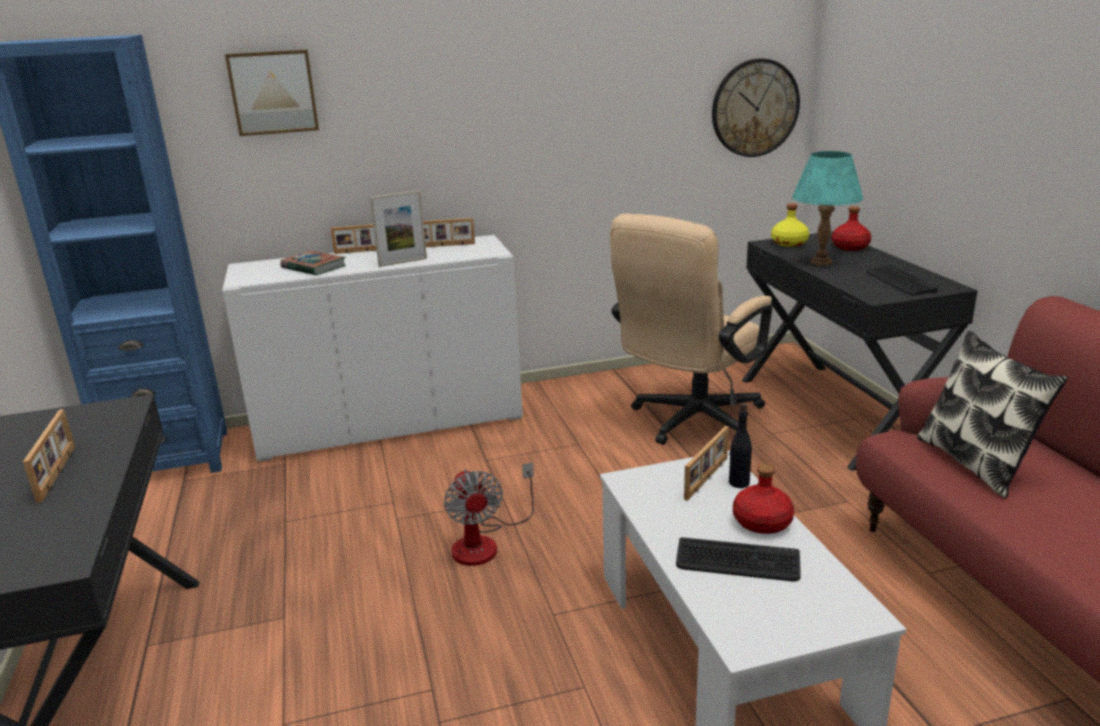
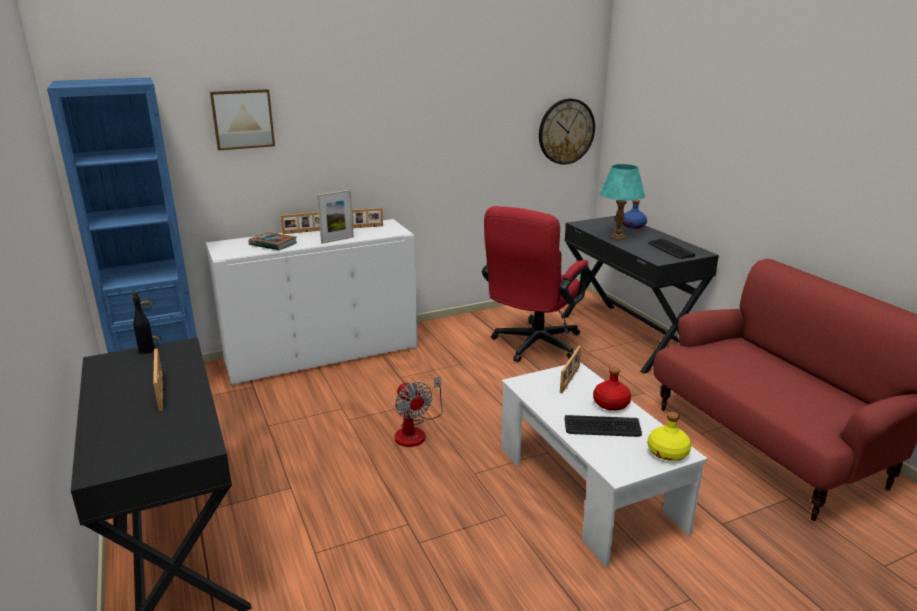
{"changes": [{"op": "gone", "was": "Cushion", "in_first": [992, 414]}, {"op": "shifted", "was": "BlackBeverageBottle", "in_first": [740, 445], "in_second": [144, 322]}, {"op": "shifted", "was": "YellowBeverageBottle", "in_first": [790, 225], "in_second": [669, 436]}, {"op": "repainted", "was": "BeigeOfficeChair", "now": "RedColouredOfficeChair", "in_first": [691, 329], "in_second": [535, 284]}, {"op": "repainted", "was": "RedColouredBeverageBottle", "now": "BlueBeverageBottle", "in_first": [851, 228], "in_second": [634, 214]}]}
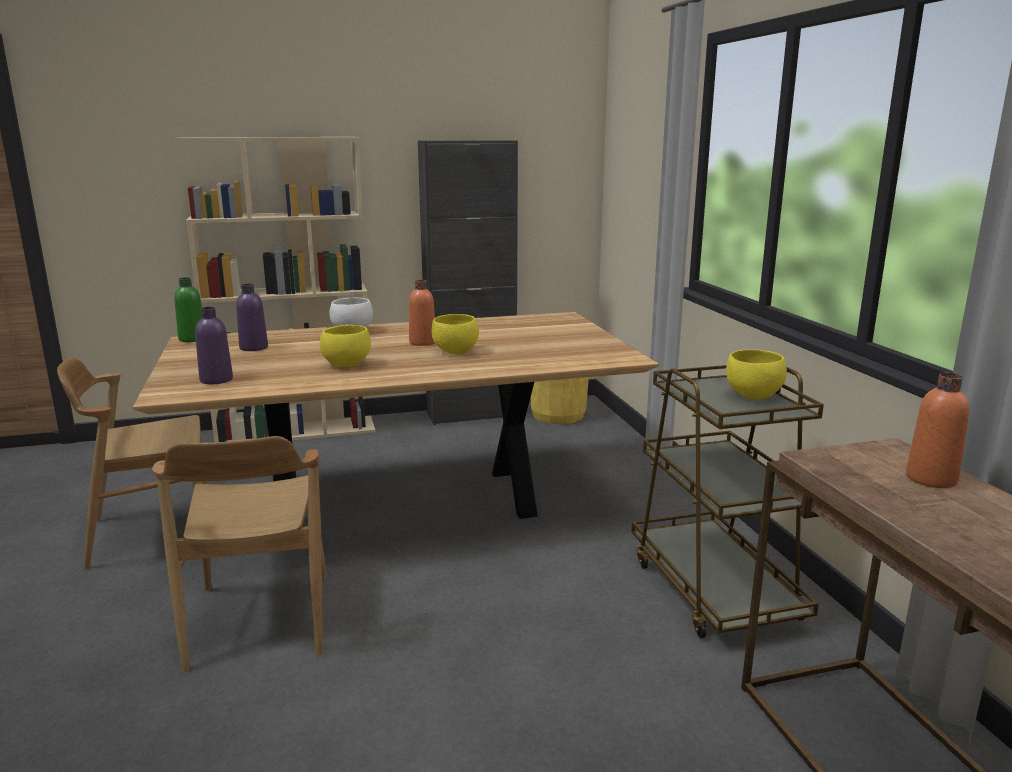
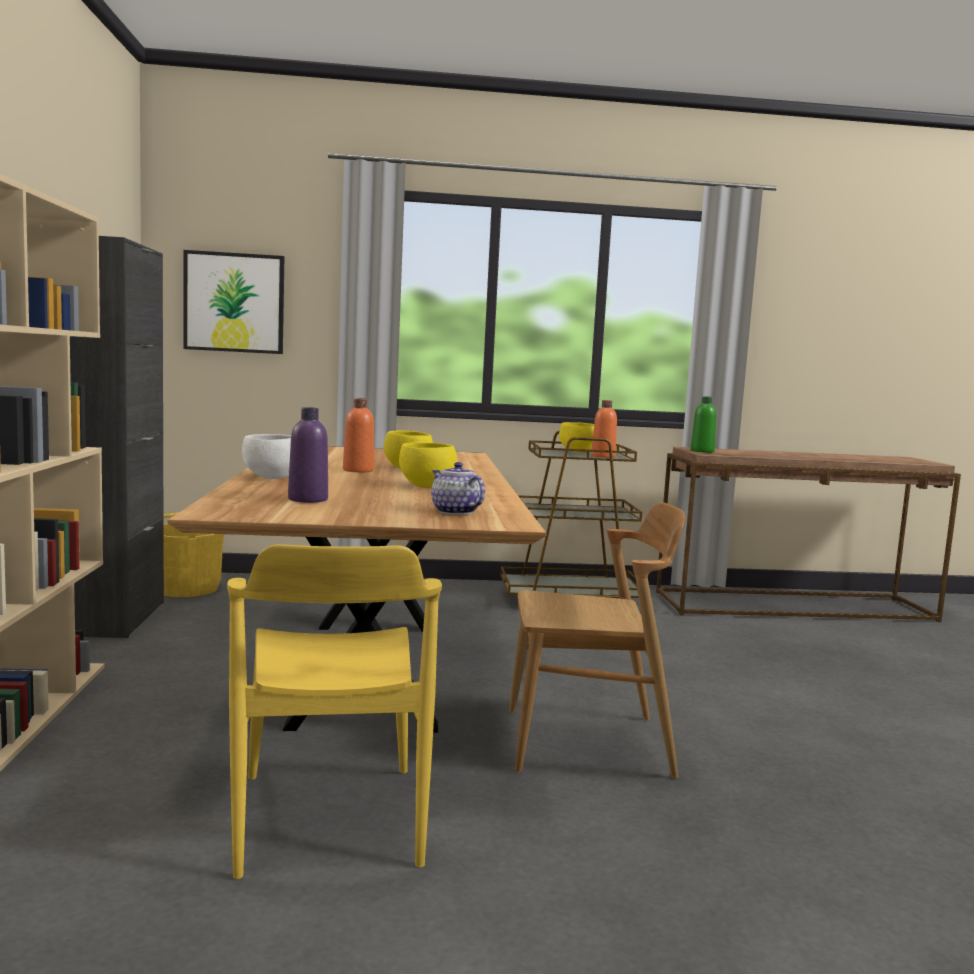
{"changes": [{"op": "new", "now": "Picture", "in_second": [234, 302]}, {"op": "shifted", "was": "GreenBeverageBottle", "in_first": [188, 309], "in_second": [703, 424]}, {"op": "shifted", "was": "OrangeyBeverageBottle", "in_first": [938, 430], "in_second": [604, 429]}, {"op": "swapped", "was": "PurpleColouredBeverageBottle", "now": "PotForTea", "in_first": [214, 345], "in_second": [458, 488]}, {"op": "repainted", "was": "BrownColouredPlainChair", "now": "YellowPlainChair", "in_first": [133, 463], "in_second": [334, 711]}]}
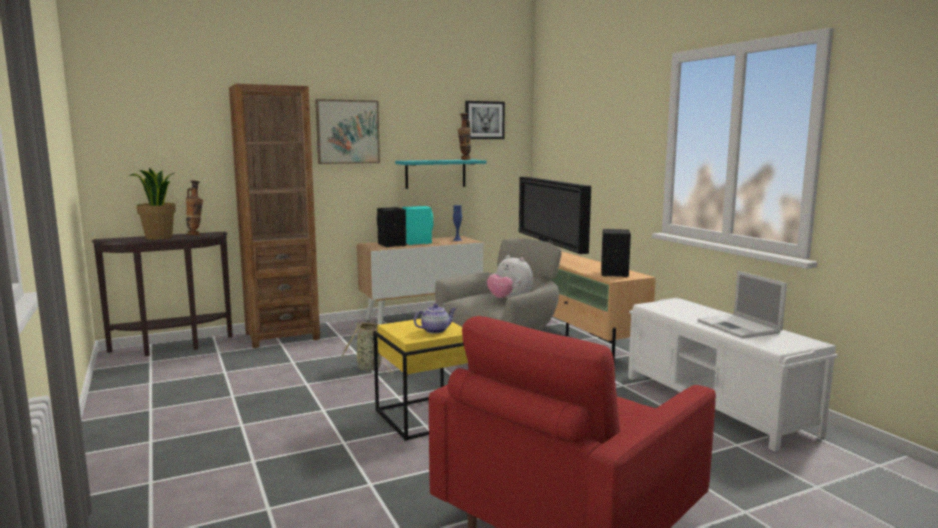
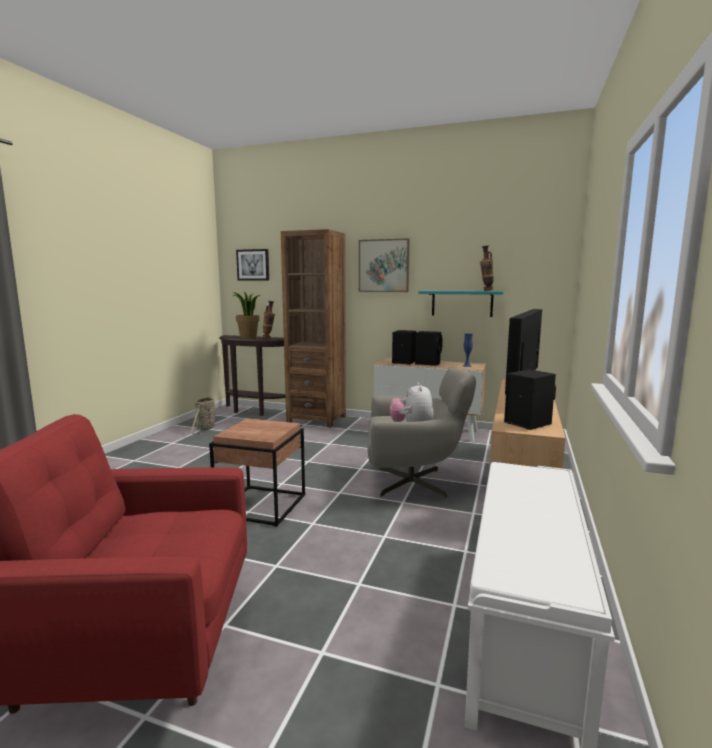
{"changes": [{"op": "gone", "was": "PotForTea", "in_first": [435, 319]}, {"op": "gone", "was": "NotebookComputer", "in_first": [742, 305]}, {"op": "shifted", "was": "StorageBasket", "in_first": [368, 348], "in_second": [203, 415]}, {"op": "shifted", "was": "Picture", "in_first": [485, 120], "in_second": [252, 265]}, {"op": "repainted", "was": "YellowAccentTable", "now": "BrownColouredAccentTable", "in_first": [420, 380], "in_second": [257, 473]}, {"op": "repainted", "was": "BlueGreenAudioSpeaker", "now": "BlackAudioSpeaker", "in_first": [417, 225], "in_second": [429, 348]}]}
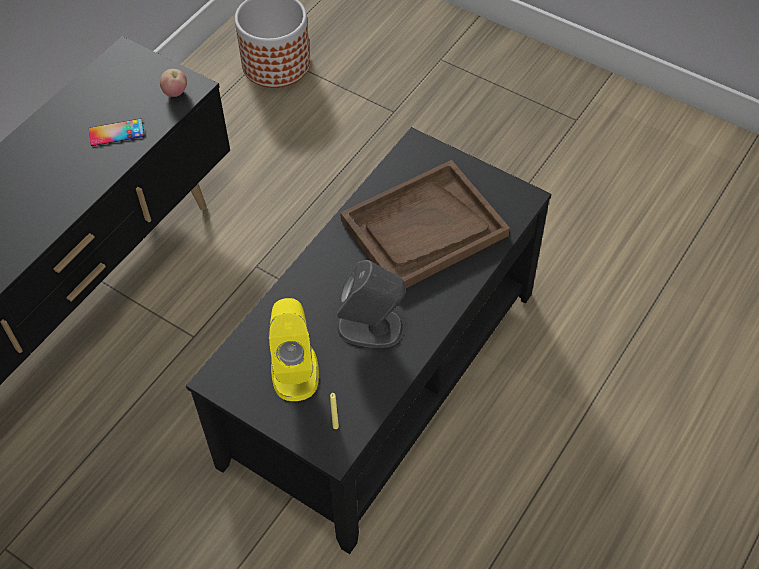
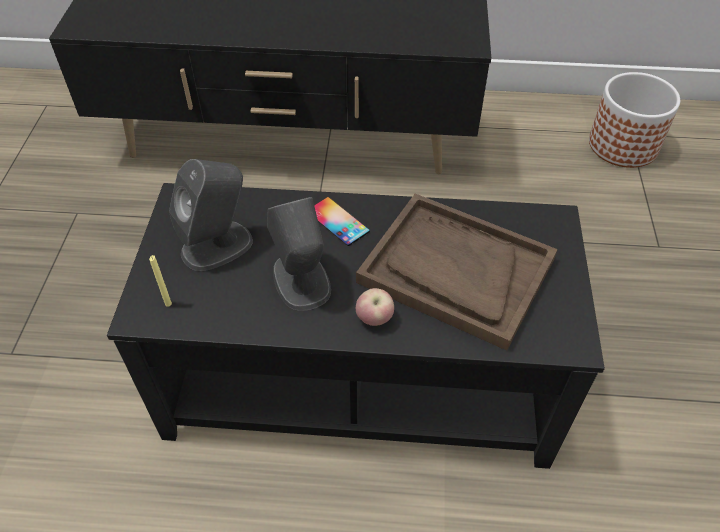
{"changes": [{"op": "shifted", "was": "Handset", "in_first": [116, 132], "in_second": [342, 221]}, {"op": "shifted", "was": "WholeApple", "in_first": [173, 83], "in_second": [375, 307]}, {"op": "repainted", "was": "YellowAudioSpeaker", "now": "GreyishAudioSpeaker", "in_first": [293, 349], "in_second": [211, 215]}]}
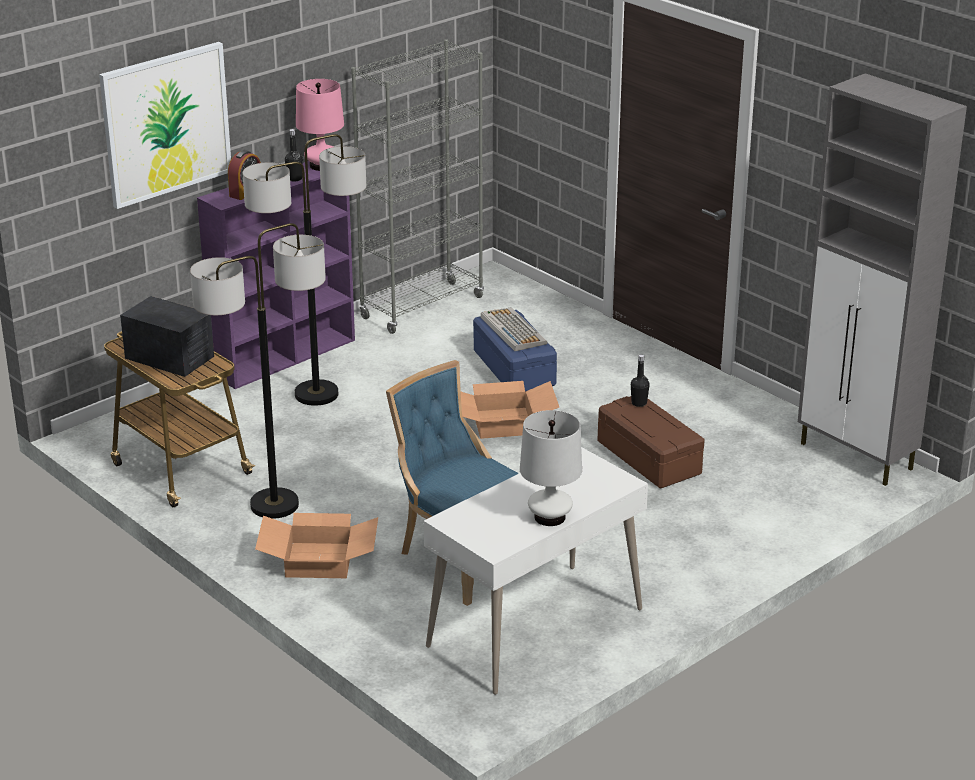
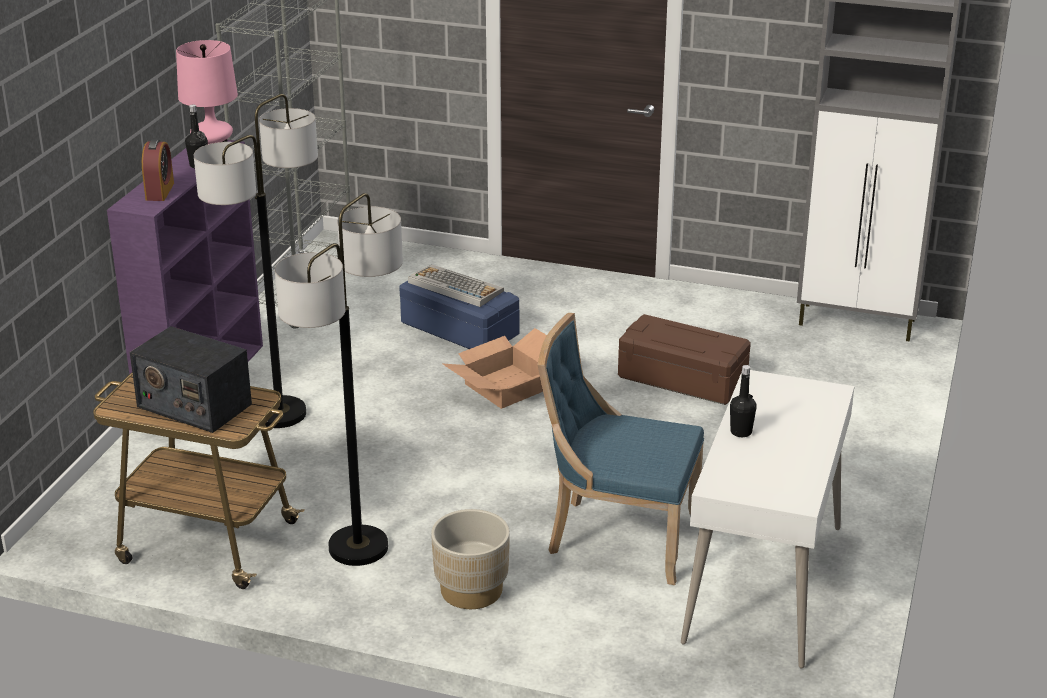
{"changes": [{"op": "gone", "was": "Picture", "in_first": [165, 125]}, {"op": "gone", "was": "WhiteTableLamp", "in_first": [551, 468]}, {"op": "shifted", "was": "BlackBeverageBottle", "in_first": [640, 380], "in_second": [743, 401]}, {"op": "swapped", "was": "Carton", "now": "BeigePlantPot", "in_first": [316, 545], "in_second": [470, 559]}, {"op": "rotated", "was": "RadioSet", "in_first": [167, 336], "in_second": [191, 379], "clockwise": -150}]}
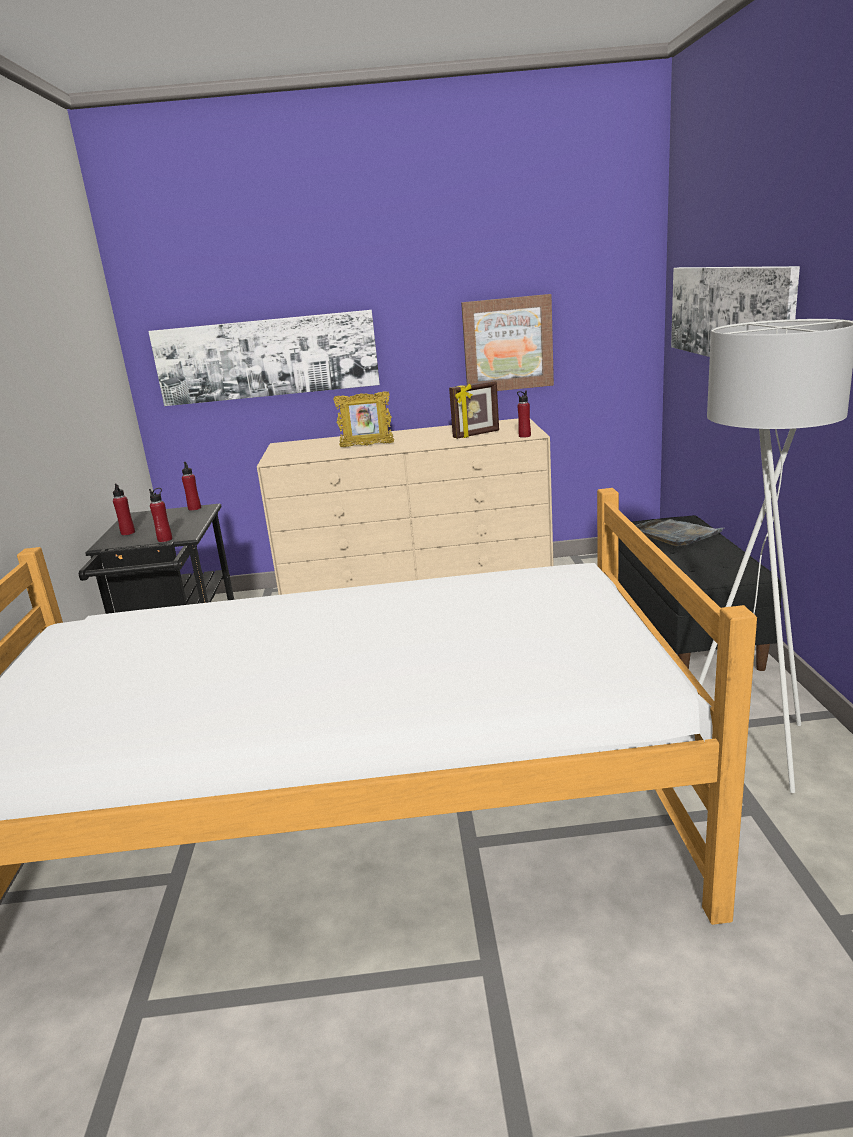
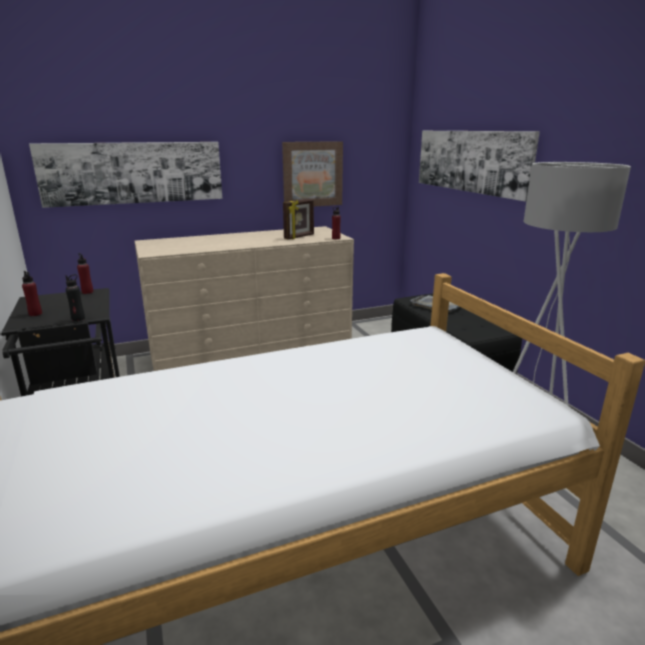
{"changes": [{"op": "gone", "was": "PhotoFrame", "in_first": [363, 419]}, {"op": "repainted", "was": "RedColouredBeverageBottle", "now": "BlackBeverageBottle", "in_first": [160, 515], "in_second": [75, 297]}]}
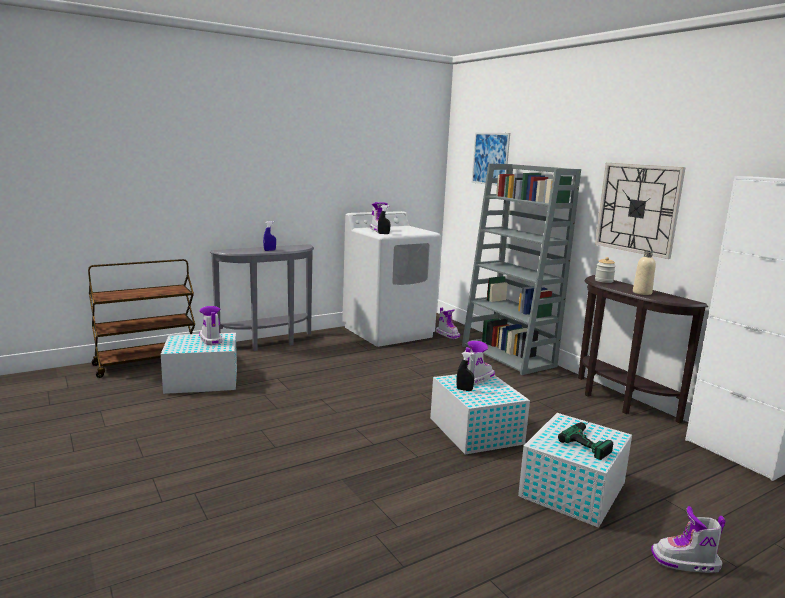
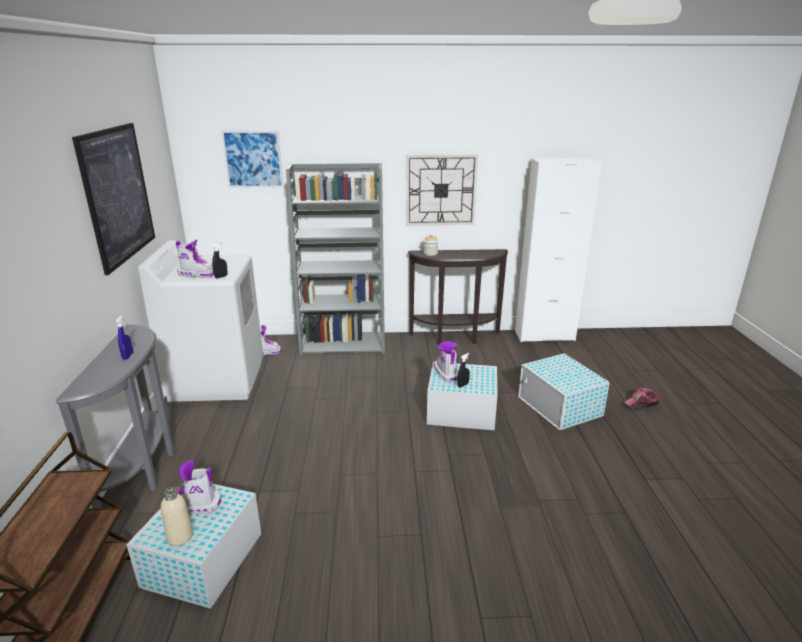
{"changes": [{"op": "gone", "was": "PowerDrill", "in_first": [585, 441]}, {"op": "new", "now": "Picture", "in_second": [113, 199]}, {"op": "shifted", "was": "BeigeBeverageBottle", "in_first": [644, 273], "in_second": [177, 516]}, {"op": "swapped", "was": "TallBoot", "now": "PeakedCap", "in_first": [688, 539], "in_second": [641, 399]}]}
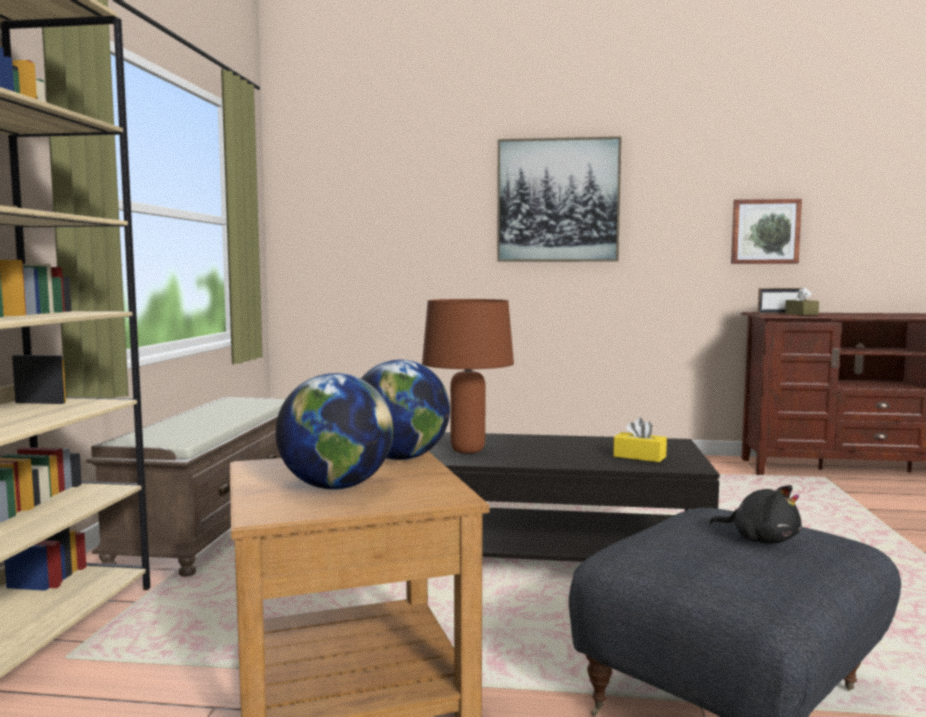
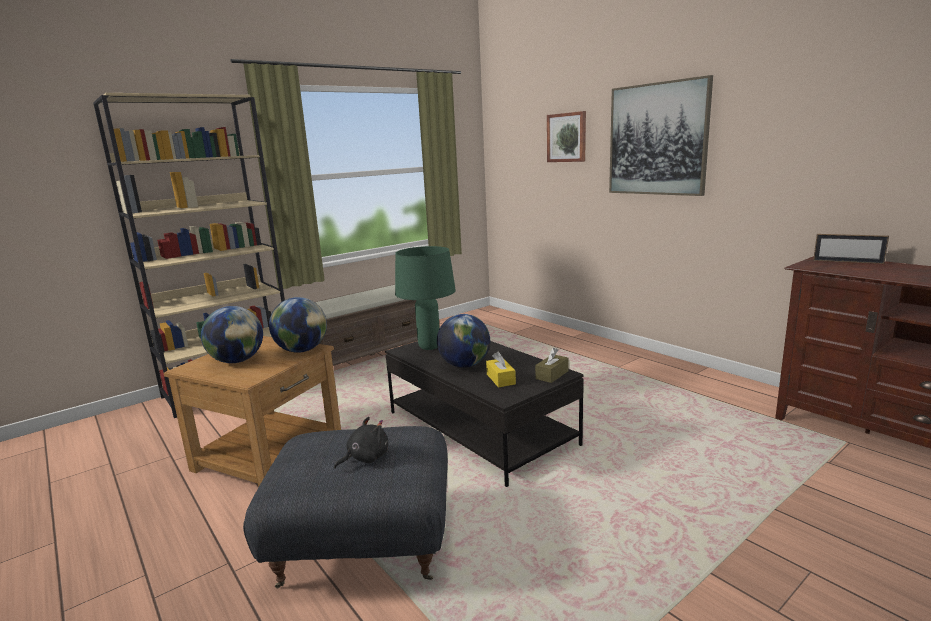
{"changes": [{"op": "new", "now": "WorldGlobe", "in_second": [463, 341]}, {"op": "shifted", "was": "Picture", "in_first": [766, 231], "in_second": [566, 136]}, {"op": "shifted", "was": "BrownColouredTissueBox", "in_first": [802, 301], "in_second": [551, 365]}, {"op": "repainted", "was": "BrownColouredTableLamp", "now": "GreenTableLamp", "in_first": [468, 376], "in_second": [425, 298]}, {"op": "rotated", "was": "BlackPlushToy", "in_first": [755, 514], "in_second": [361, 443], "clockwise": -120}]}
